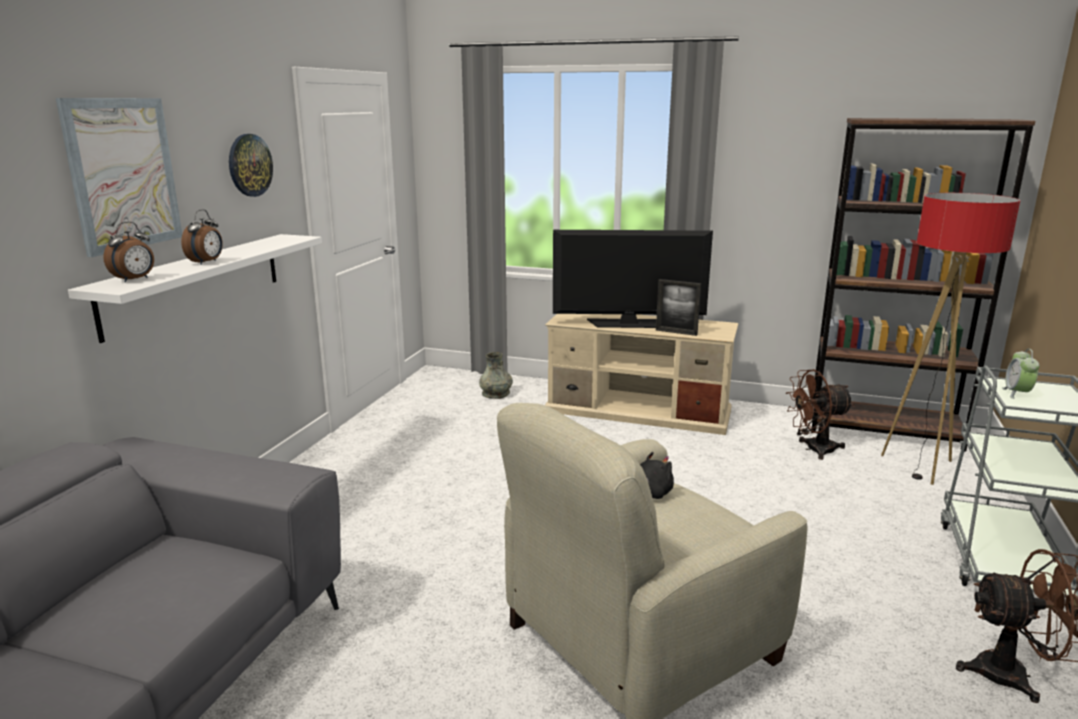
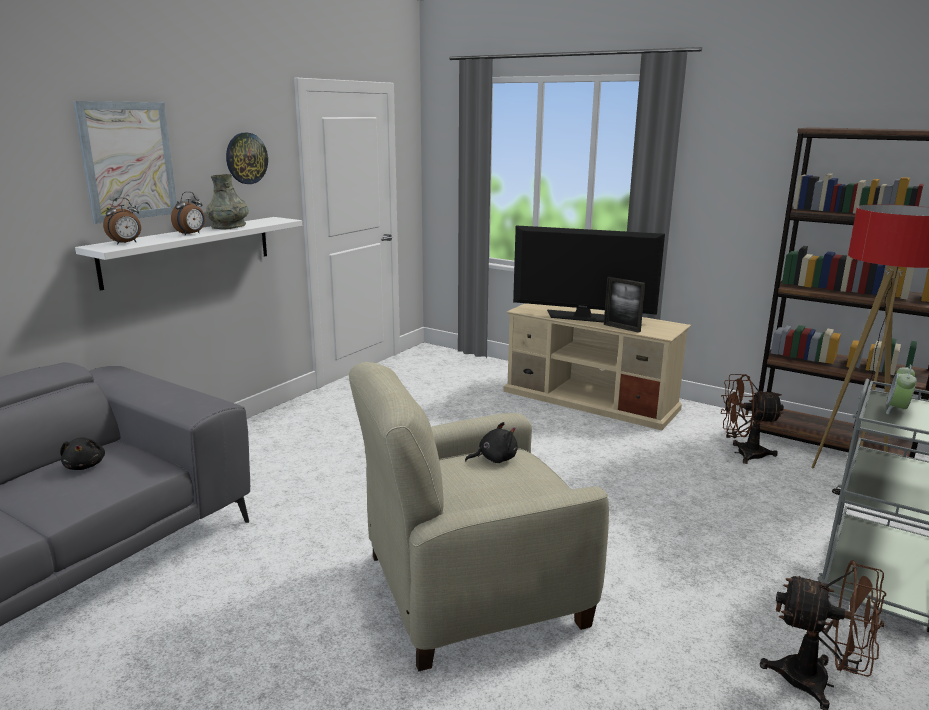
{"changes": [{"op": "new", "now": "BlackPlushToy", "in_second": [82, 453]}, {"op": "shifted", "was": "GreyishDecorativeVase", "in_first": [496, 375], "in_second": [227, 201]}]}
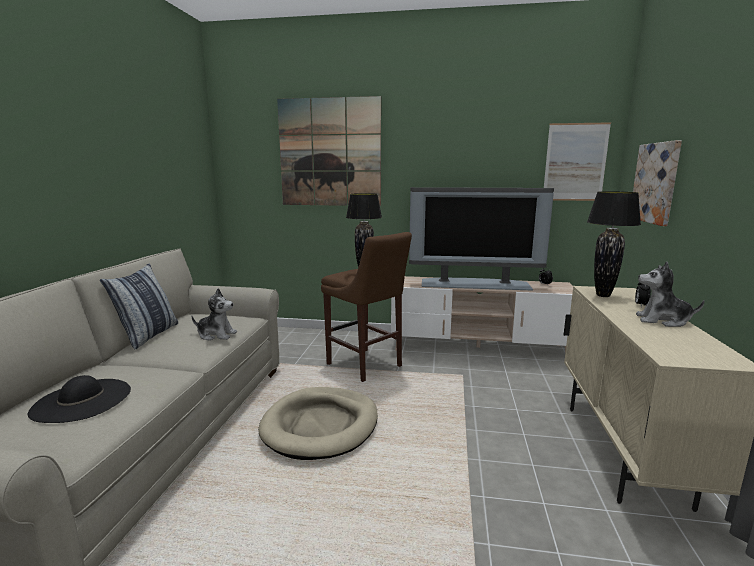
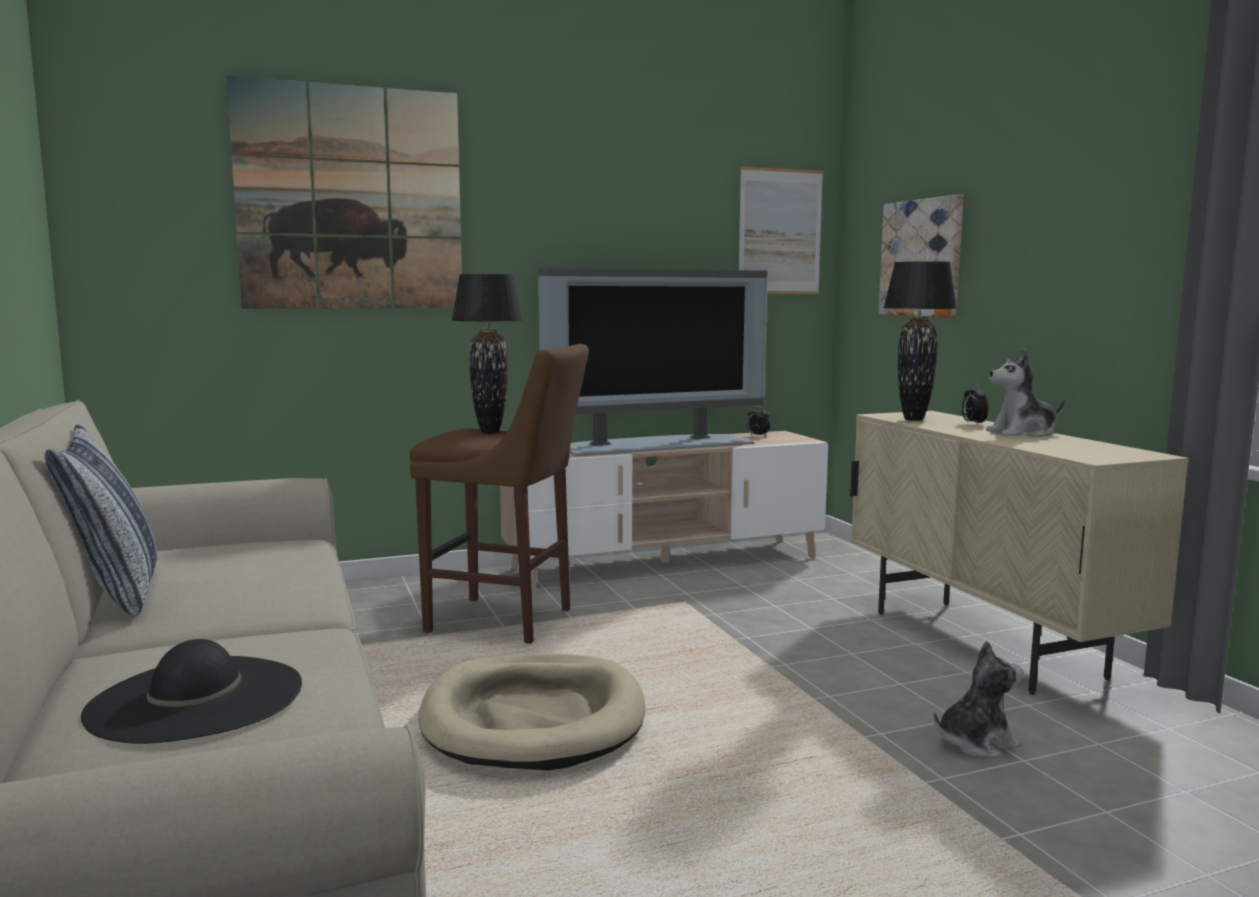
{"changes": [{"op": "shifted", "was": "PlushToy", "in_first": [214, 314], "in_second": [978, 699]}]}
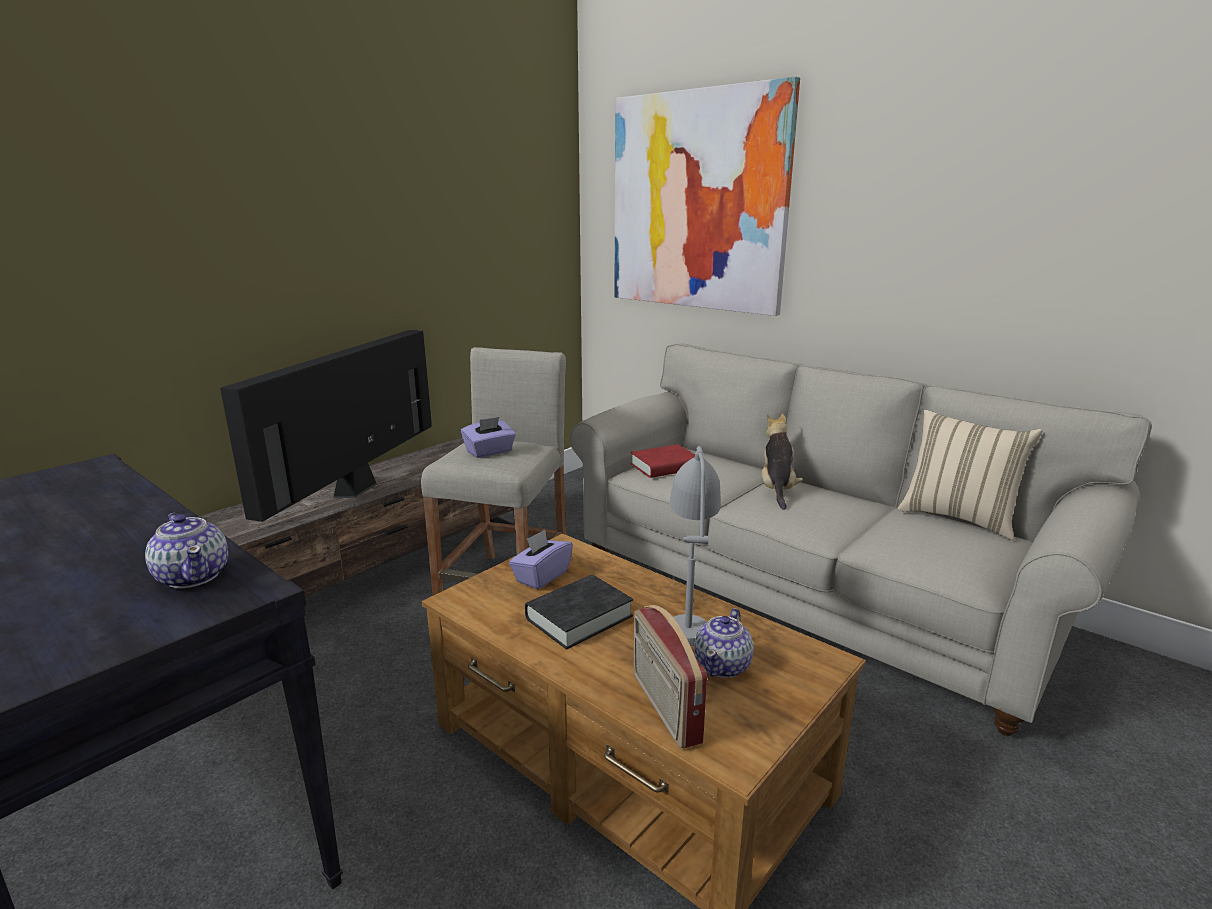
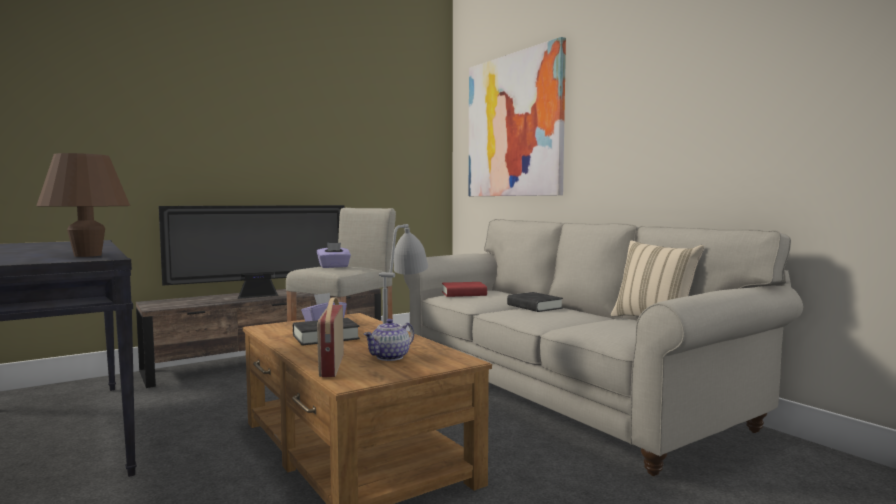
{"changes": [{"op": "swapped", "was": "PotForTea", "now": "BrownColouredTableLamp", "in_first": [186, 551], "in_second": [83, 205]}, {"op": "swapped", "was": "PlushToy", "now": "BlackBoundBook", "in_first": [782, 462], "in_second": [535, 302]}, {"op": "rotated", "was": "Television", "in_first": [326, 426], "in_second": [251, 252], "clockwise": -150}]}
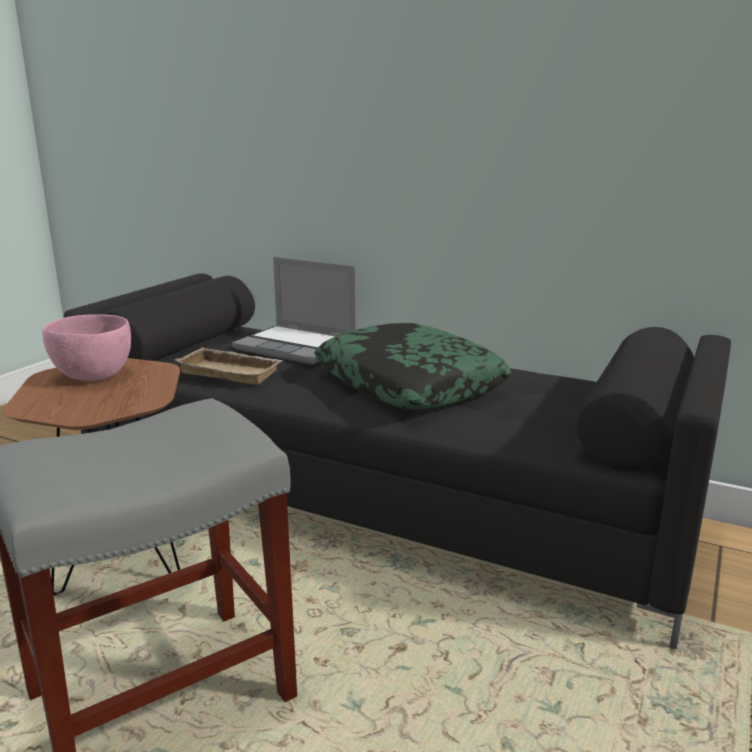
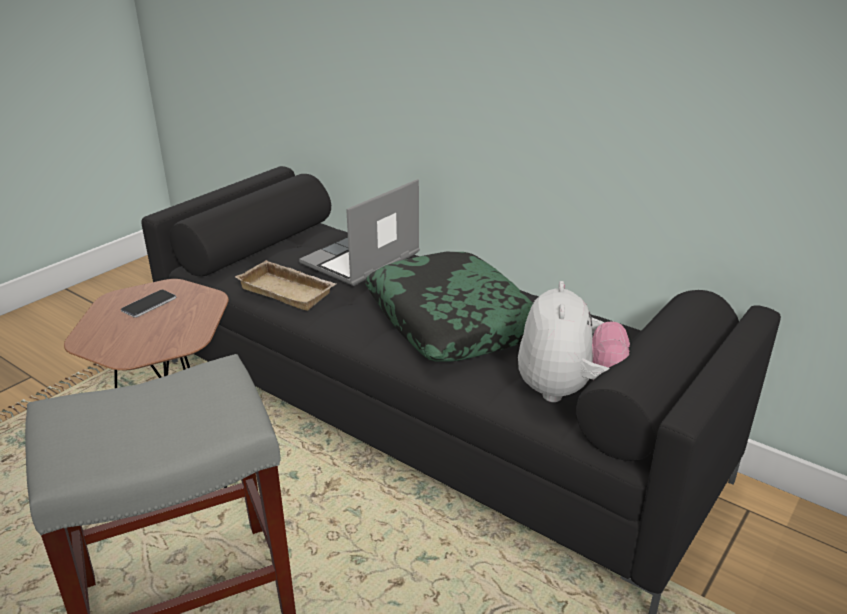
{"changes": [{"op": "new", "now": "PlushToy", "in_second": [574, 341]}, {"op": "swapped", "was": "PinkColouredDeepDish", "now": "Handset", "in_first": [87, 347], "in_second": [148, 304]}, {"op": "rotated", "was": "NotebookComputer", "in_first": [294, 311], "in_second": [359, 232], "clockwise": 90}]}
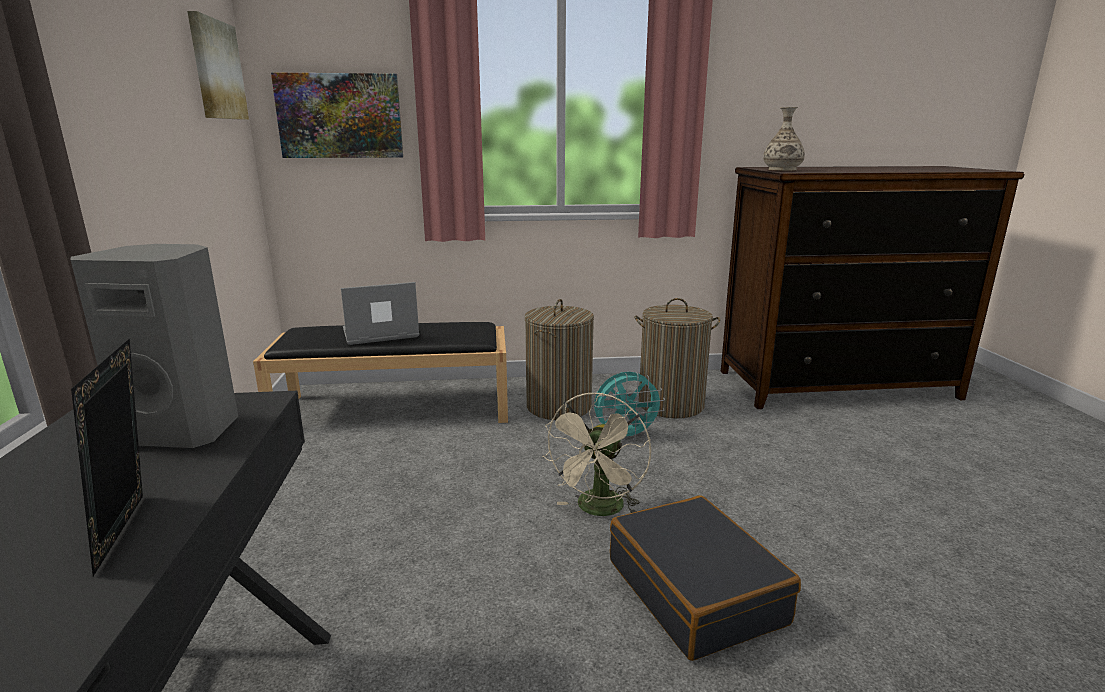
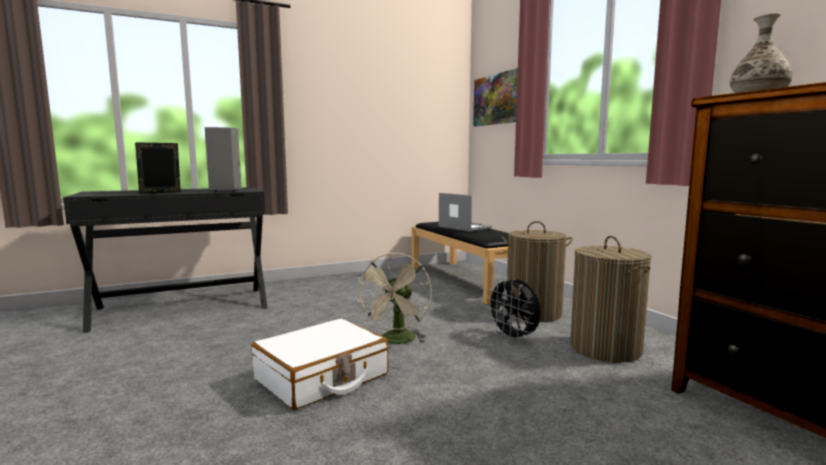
{"changes": [{"op": "gone", "was": "Picture", "in_first": [218, 65]}, {"op": "repainted", "was": "BlueGreenElectricFan", "now": "BlackElectricFan", "in_first": [629, 407], "in_second": [513, 309]}, {"op": "repainted", "was": "BlackTravelCase", "now": "WhiteTravelCase", "in_first": [705, 578], "in_second": [320, 364]}, {"op": "rotated", "was": "BeigeElectricFan", "in_first": [596, 454], "in_second": [394, 298], "clockwise": -75}]}
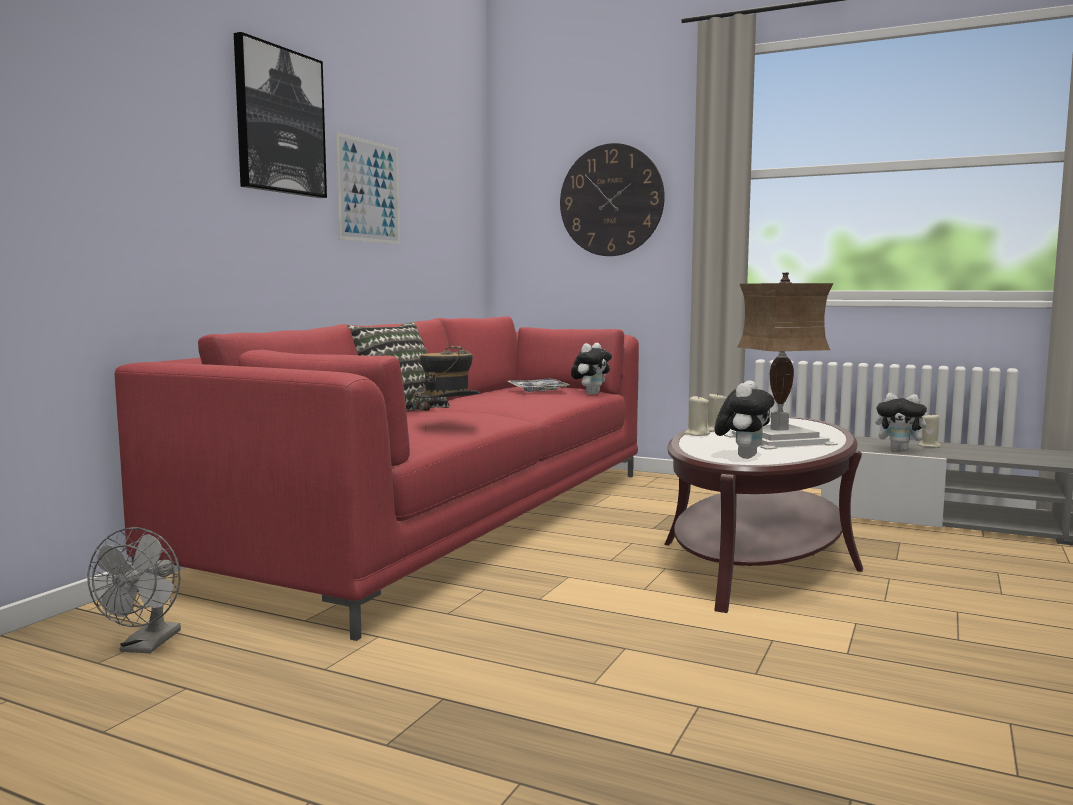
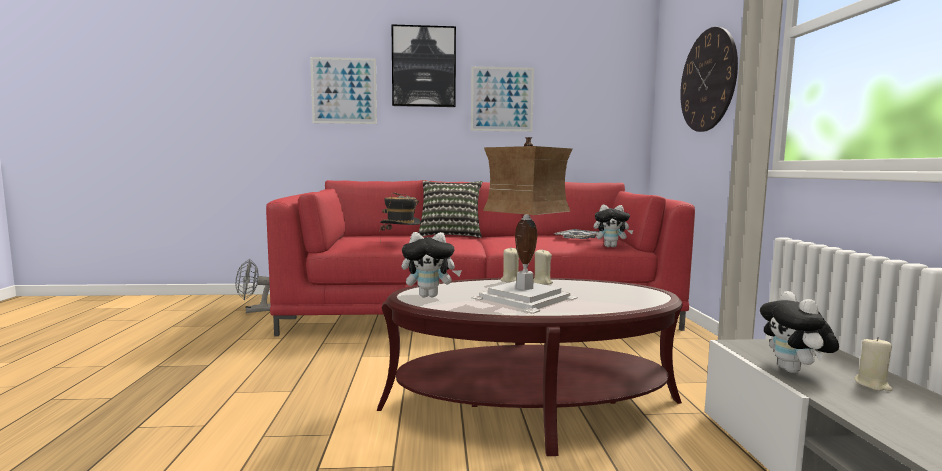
{"changes": [{"op": "new", "now": "Picture", "in_second": [343, 90]}]}
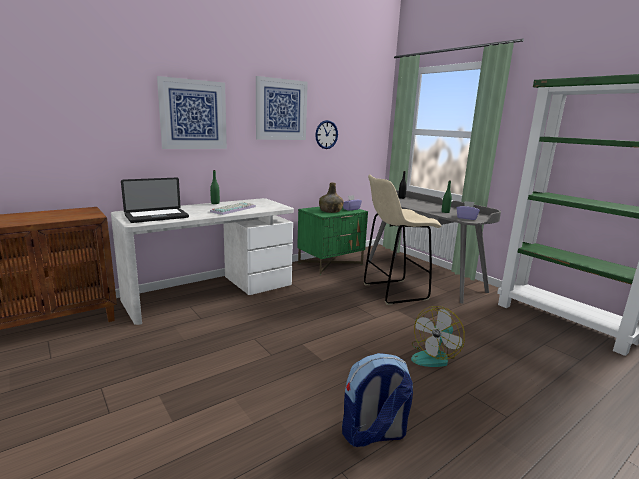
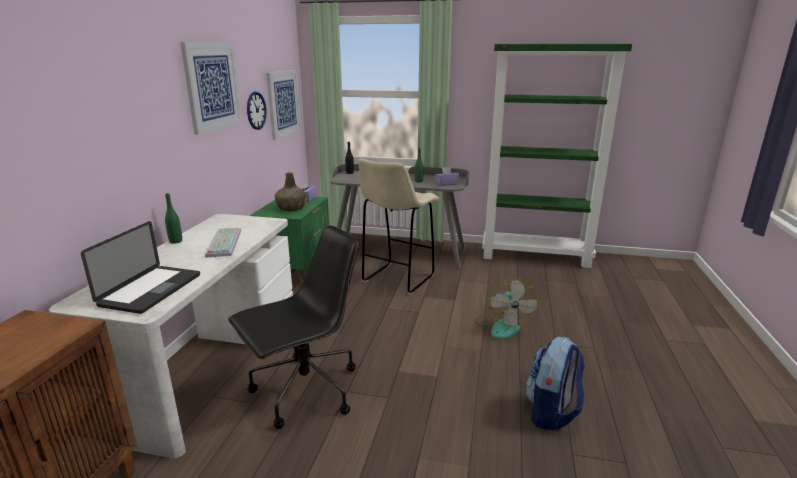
{"changes": [{"op": "new", "now": "BlackOfficeChair", "in_second": [293, 327]}, {"op": "shifted", "was": "Picture", "in_first": [192, 112], "in_second": [283, 105]}]}
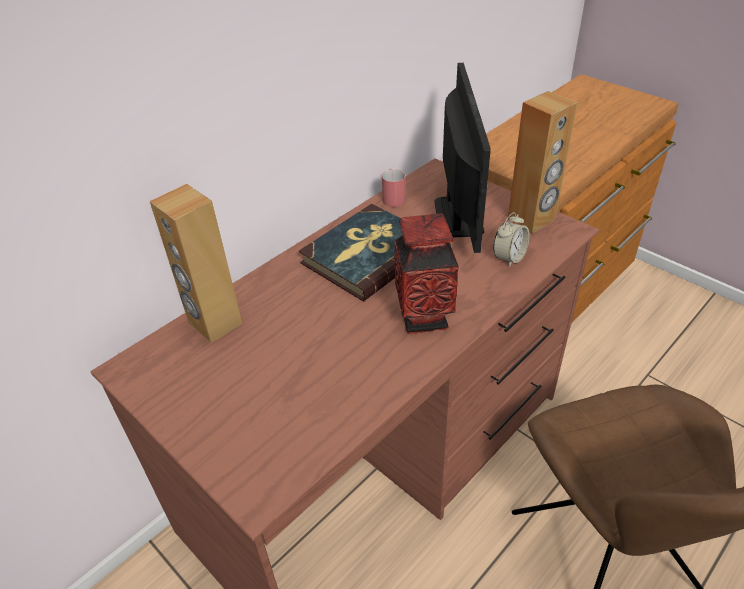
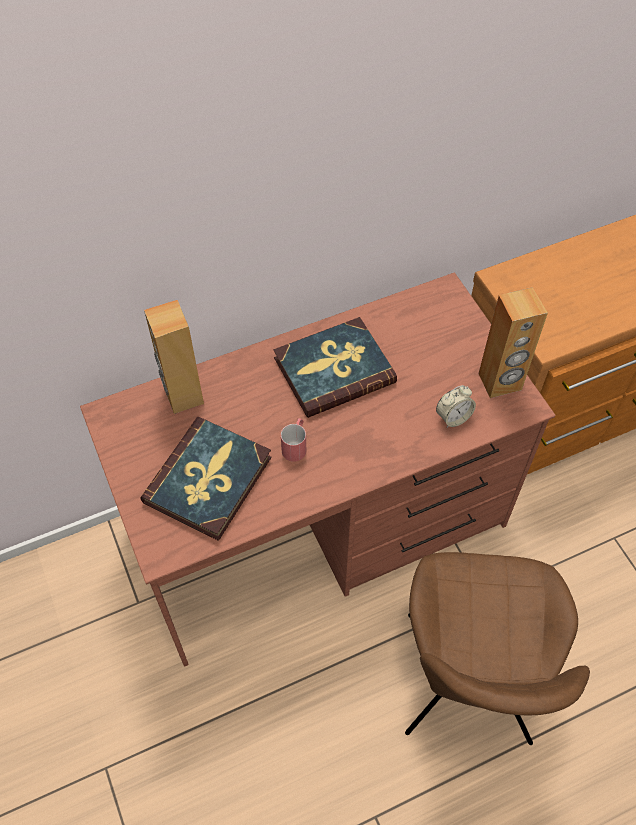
{"changes": [{"op": "gone", "was": "DecorativeVase", "in_first": [426, 273]}, {"op": "gone", "was": "ComputerDisplay", "in_first": [463, 158]}, {"op": "new", "now": "BoundBook", "in_second": [206, 479]}, {"op": "shifted", "was": "RedColouredTeaMug", "in_first": [394, 188], "in_second": [293, 440]}]}
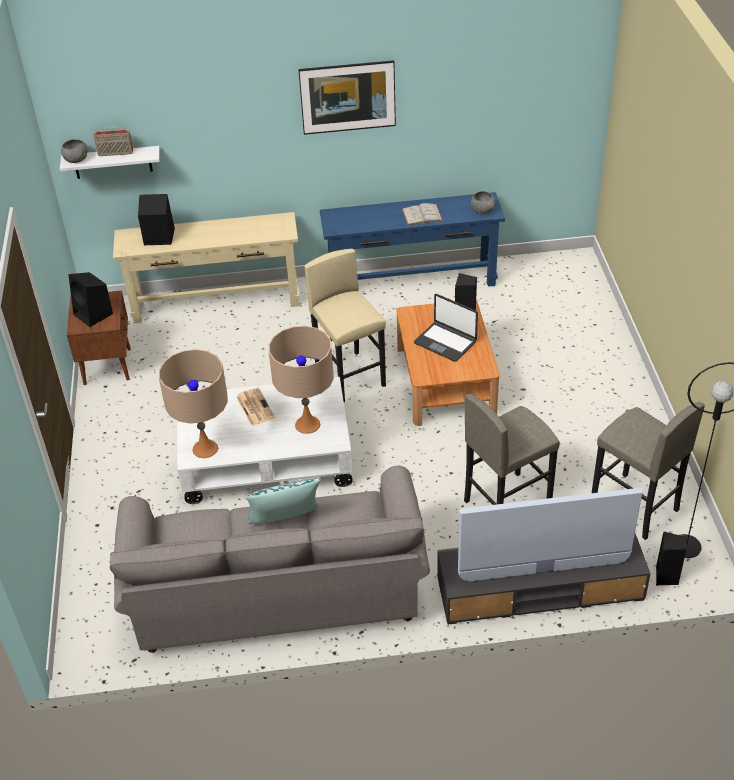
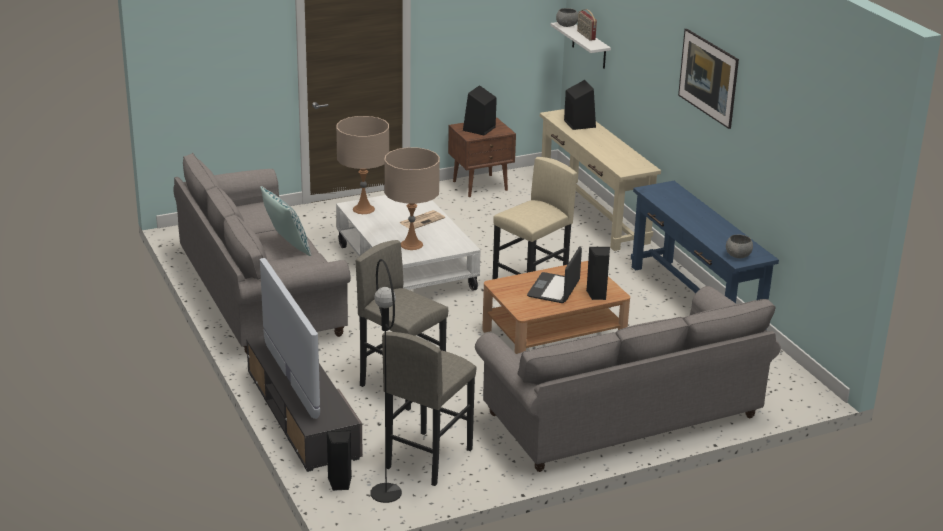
{"changes": [{"op": "gone", "was": "WhiteBoundBook", "in_first": [422, 214]}, {"op": "new", "now": "GreyishSettee", "in_second": [628, 379]}]}
